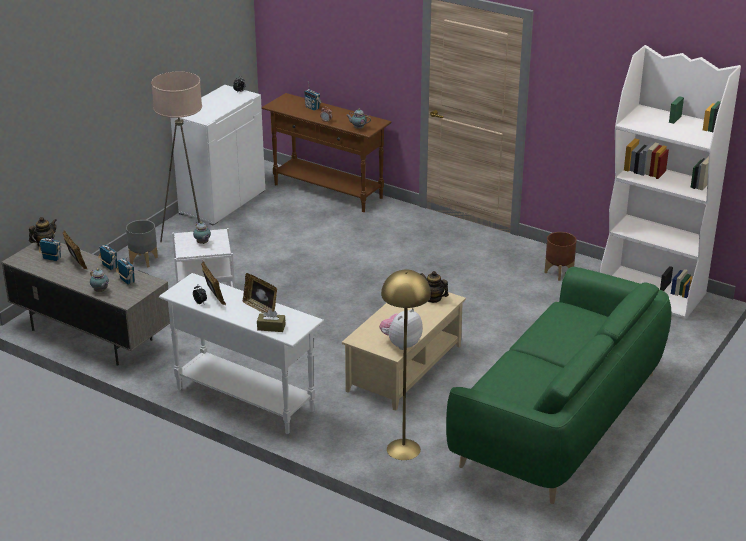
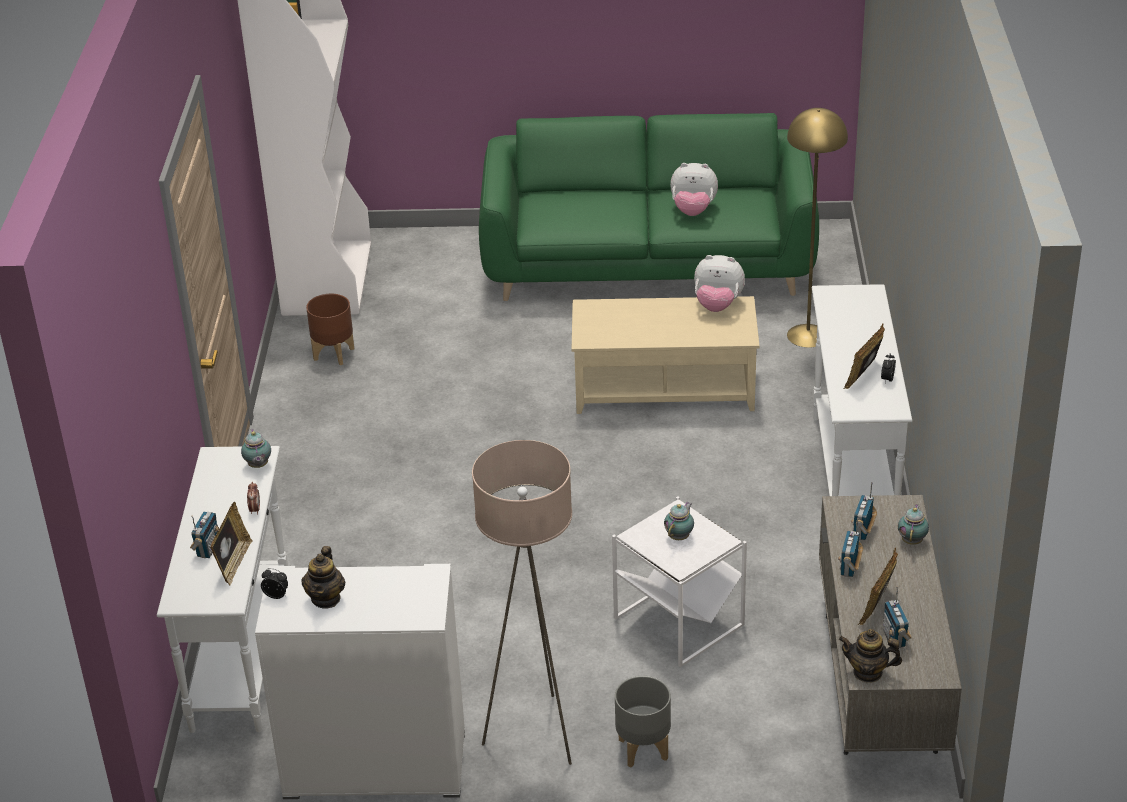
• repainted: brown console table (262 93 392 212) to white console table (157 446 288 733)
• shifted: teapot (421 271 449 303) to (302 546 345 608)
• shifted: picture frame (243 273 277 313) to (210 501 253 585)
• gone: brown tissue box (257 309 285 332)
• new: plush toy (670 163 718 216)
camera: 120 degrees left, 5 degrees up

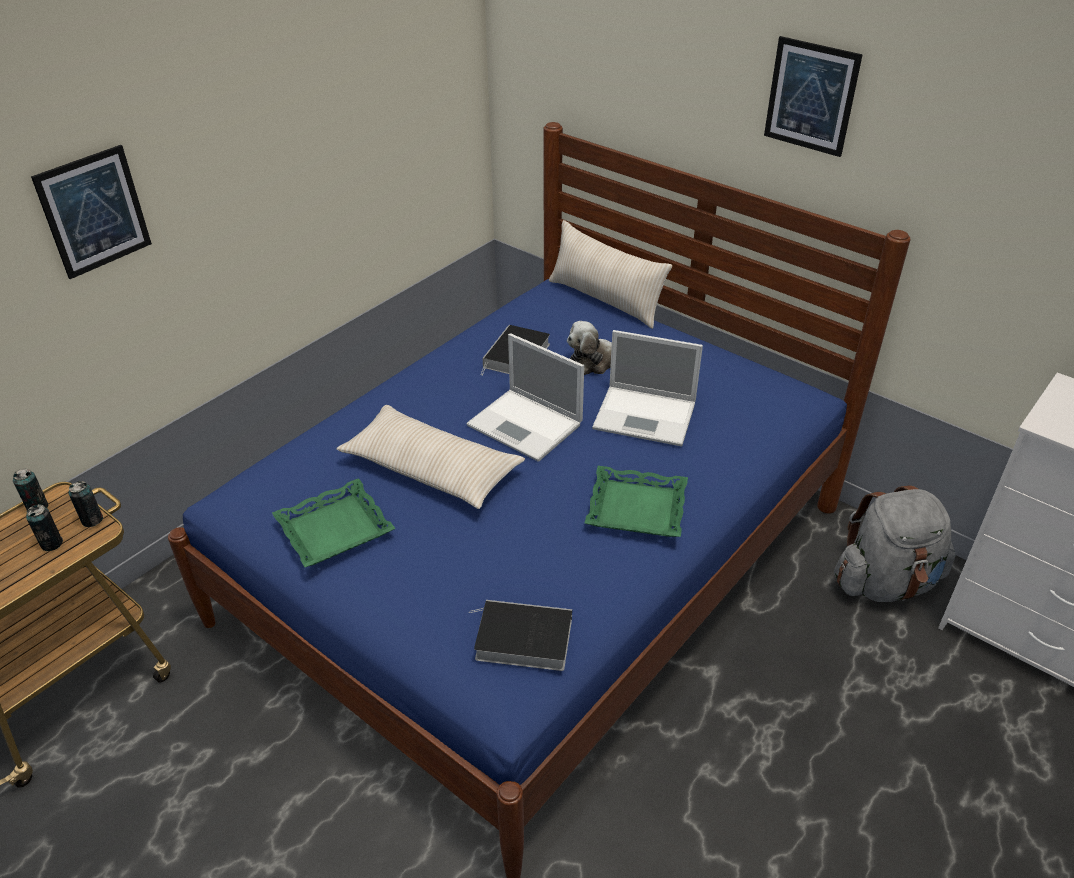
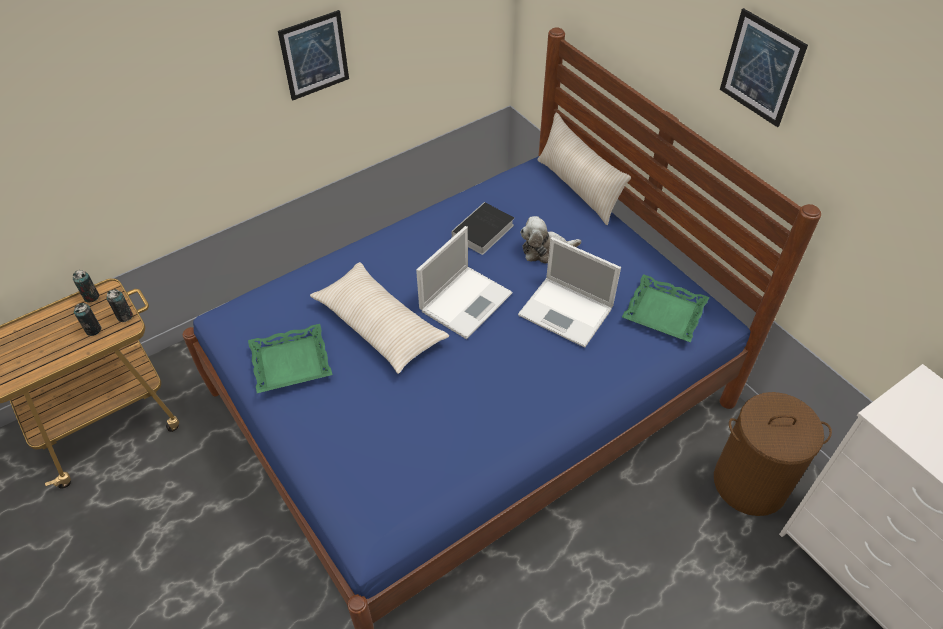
• shifted: picture (31 145 152 279) to (278 10 349 101)
• rotated: laptop (466 333 584 462) = (416 226 513 339) 105 degrees counterclockwise
• shifted: green tray (585 466 688 537) to (622 274 709 342)
• swapped: grey backpack (834 485 955 602) to brown laundry basket (714 392 832 516)
• gone: book (469 600 572 671)
camera: 15 degrees right, 10 degrees up

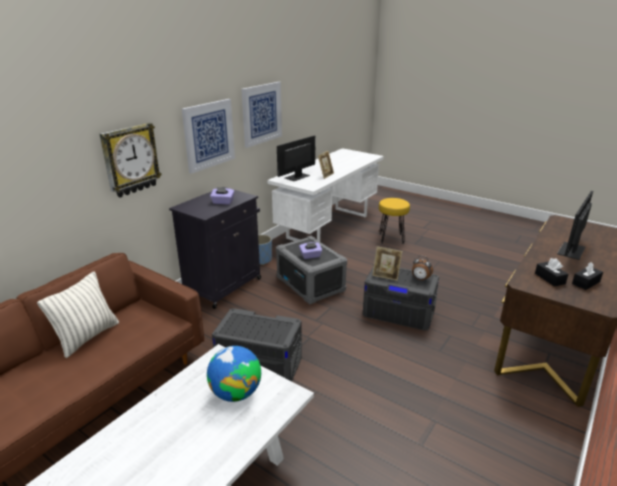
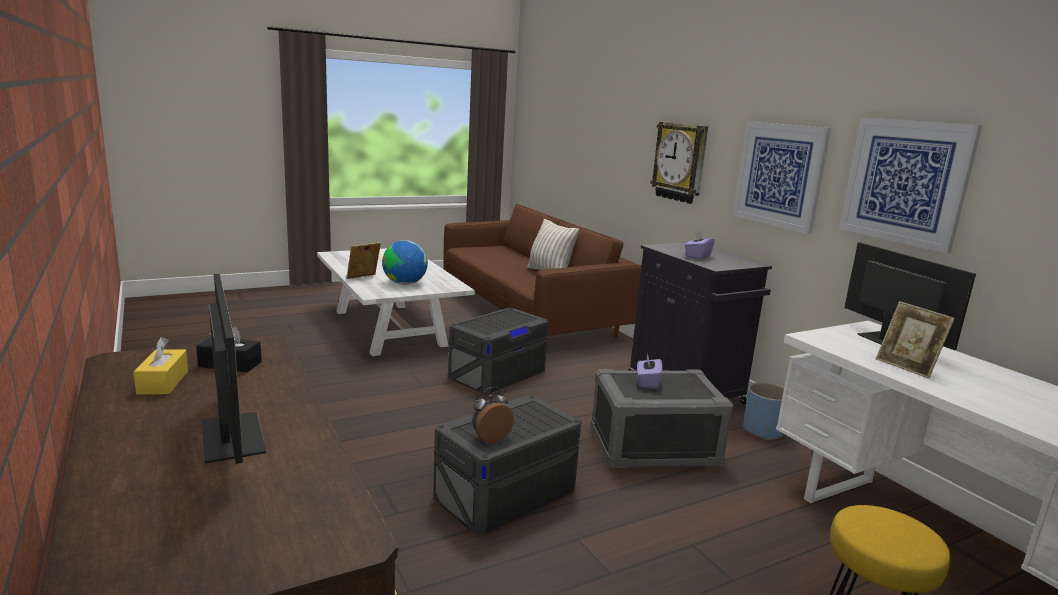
• shifted: picture frame (372 246 402 281) to (347 242 381 279)
• repainted: black tissue box (572 262 603 290) to yellow tissue box (133 337 188 395)
camera: 115 degrees right, 10 degrees down

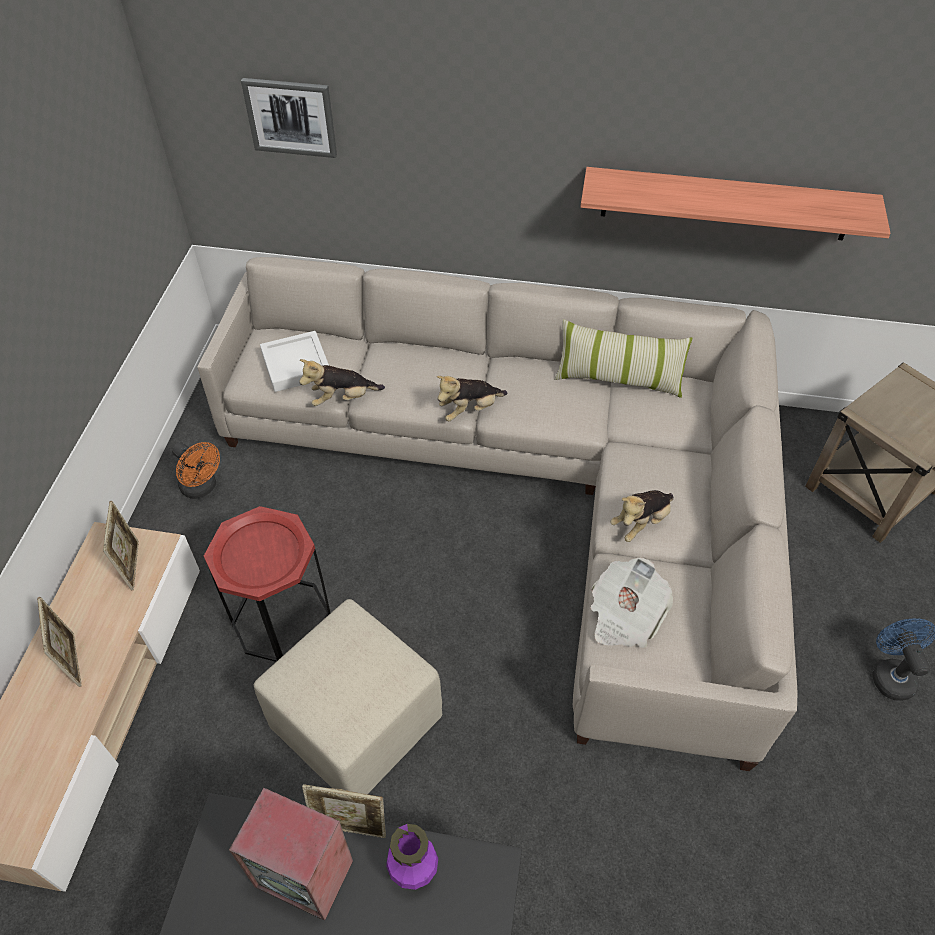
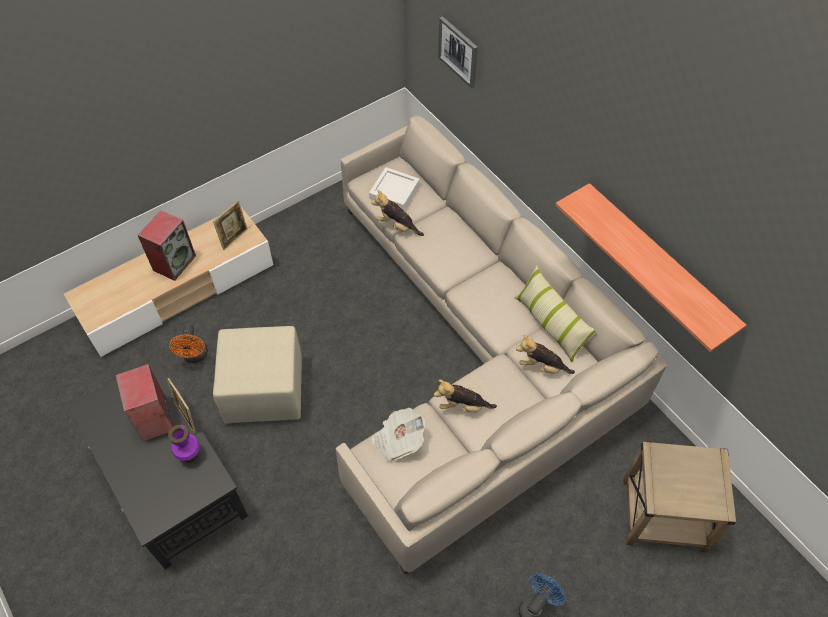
• shifted: plush toy (437 376 507 421) to (516 335 575 374)
• shifted: orange fan (172 442 220 499) to (169 324 208 363)
• gone: red side table (204 506 330 662)
• swapped: picture frame (37 597 82 687) to speaker (138 210 196 281)
camera: 45 degrees right, 5 degrees up

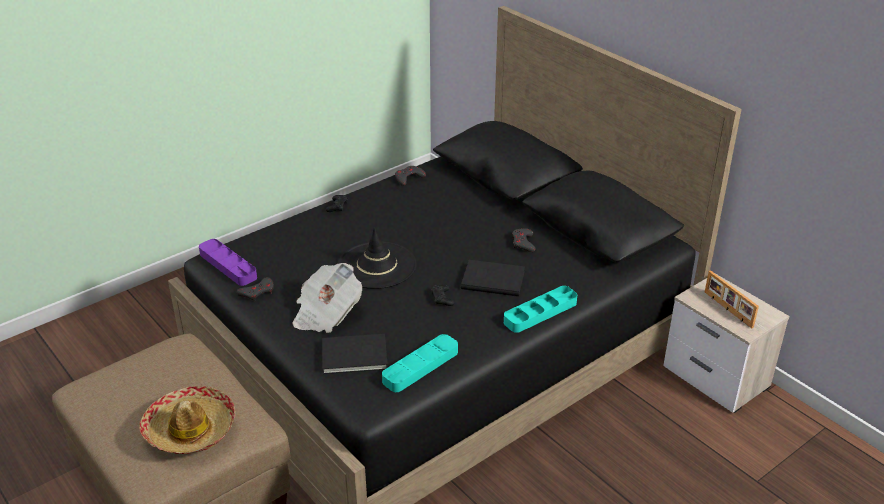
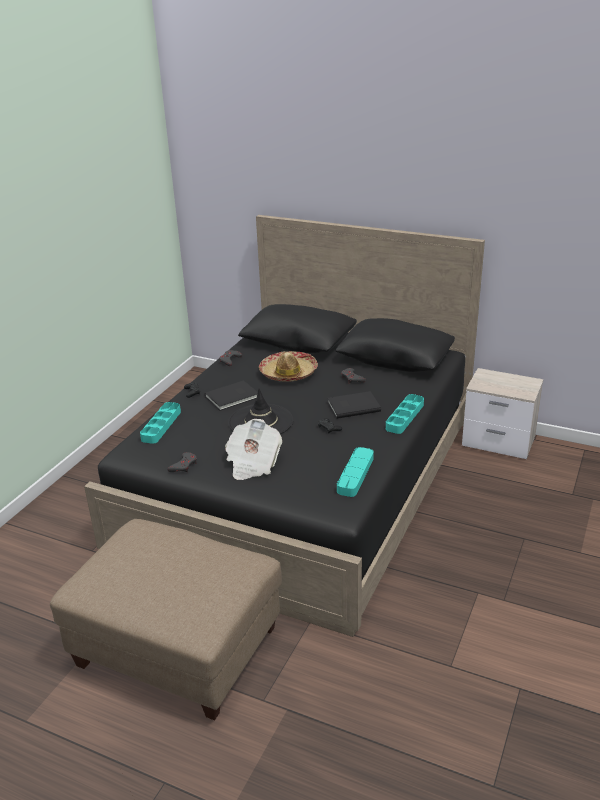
• gone: purple tray (199 239 257 286)
• gone: picture frame (705 270 759 328)
• shifted: black book (322 334 388 374) to (205 380 258 411)
• shifted: hat (139 386 236 454) to (259 351 318 382)
• new: turquoise tray (140 402 181 444)
camera: 25 degrees left, 5 degrees down

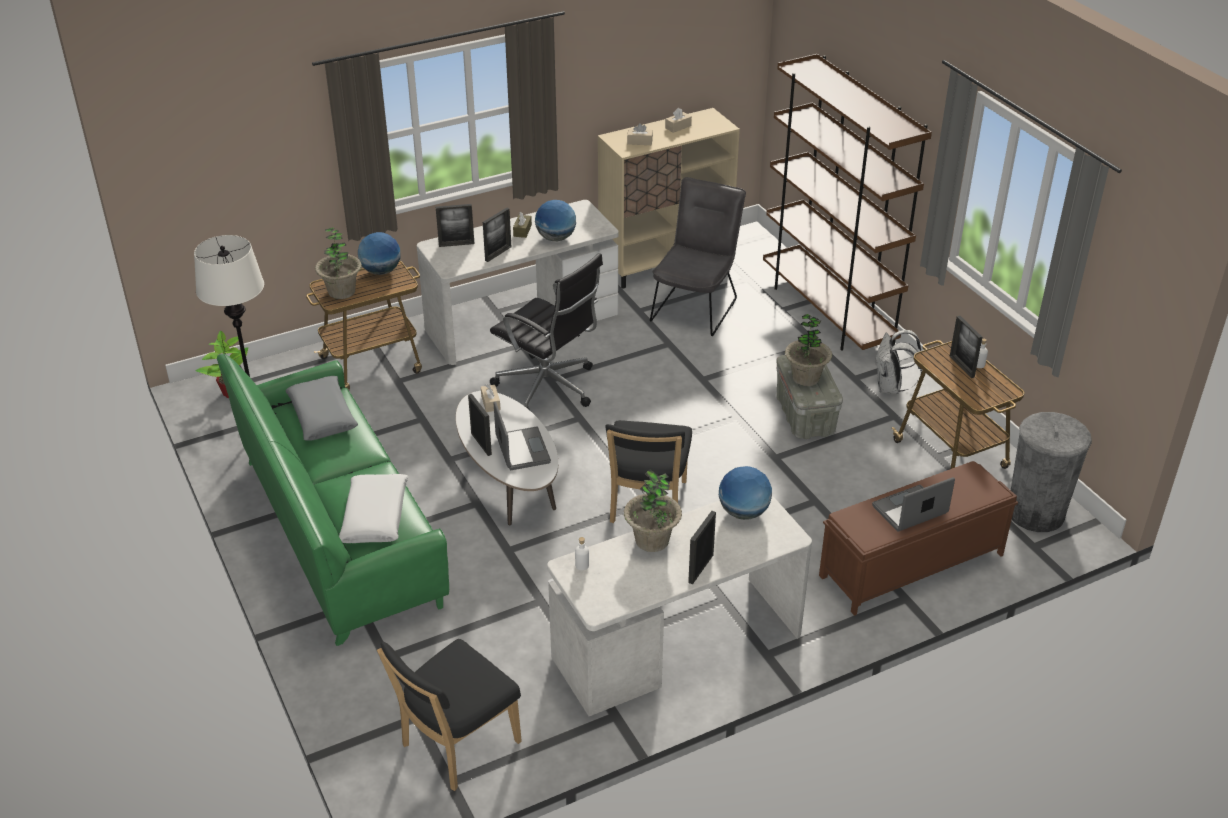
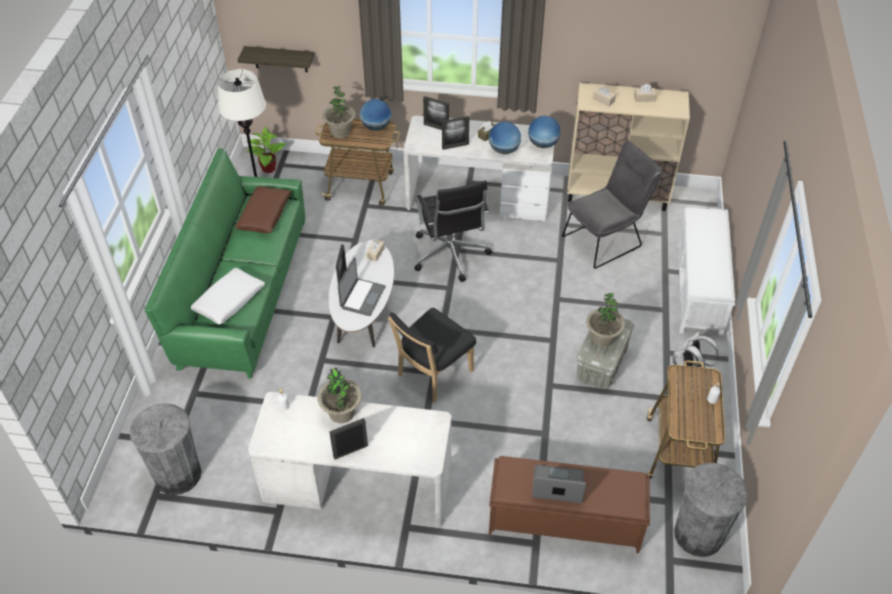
• swapped: brown bookcase (763 54 932 351) to white bench (677 207 735 338)
• gone: picture frame (949 316 982 378)
• repainted: grey pillow (285 376 358 441) to brown pillow (235 186 291 233)
• shifted: globe (719 466 772 520) to (528 116 560 148)
• swapped: black chair (377 639 522 791) to grey trash can (130 403 202 495)
• new: shelf (238 46 314 72)
camera: 35 degrees right, 10 degrees up

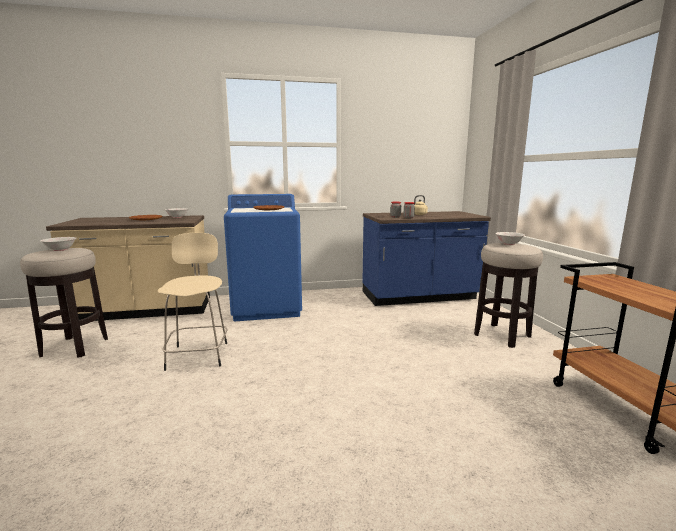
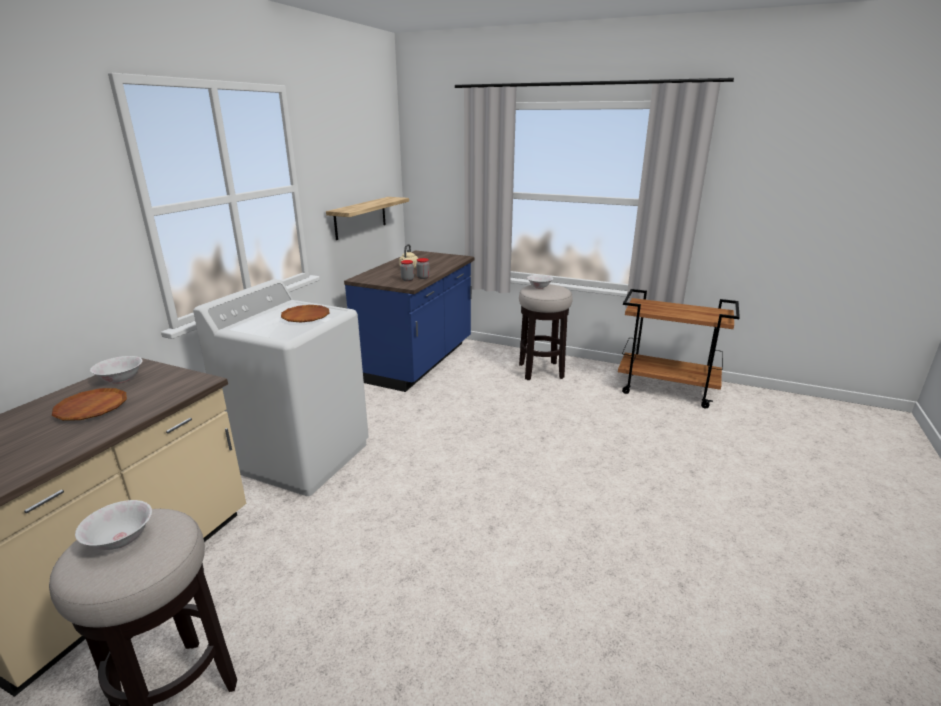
• repainted: blue washing machine (224 194 302 321) to white washing machine (193 279 369 496)
• gone: beige stool (158 233 228 371)
• new: shelf (326 197 409 240)
camera: 55 degrees left, 10 degrees up

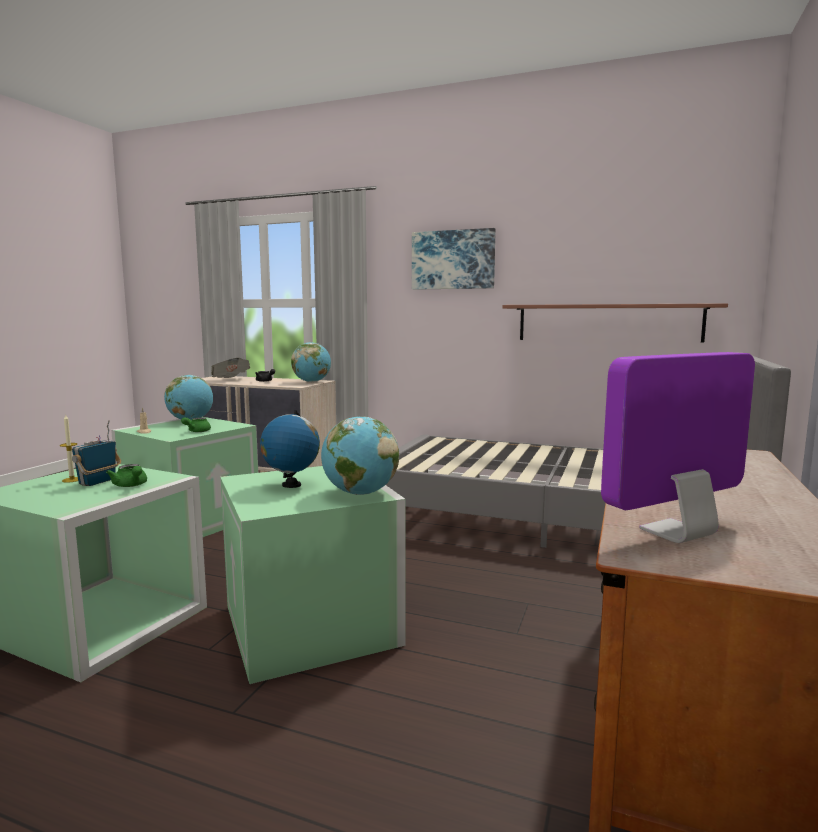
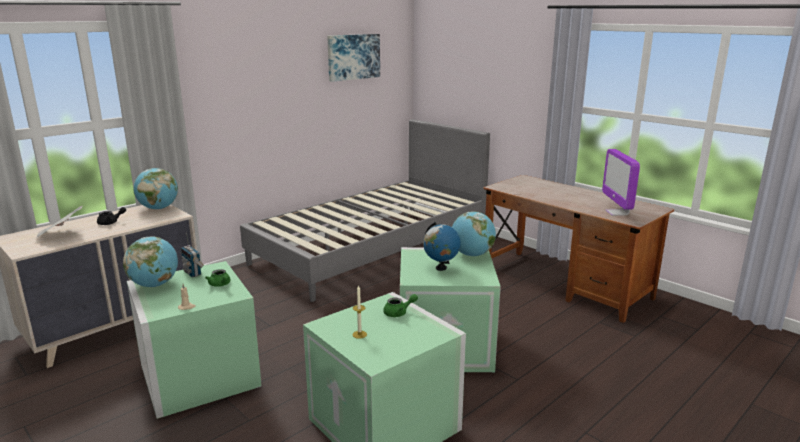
• shifted: picture (412 228 495 290) to (327 34 380 82)
• gone: shelf (503 303 728 343)
• shifted: radio (72 420 121 486) to (180 233 204 277)
camera: 65 degrees left, 10 degrees up

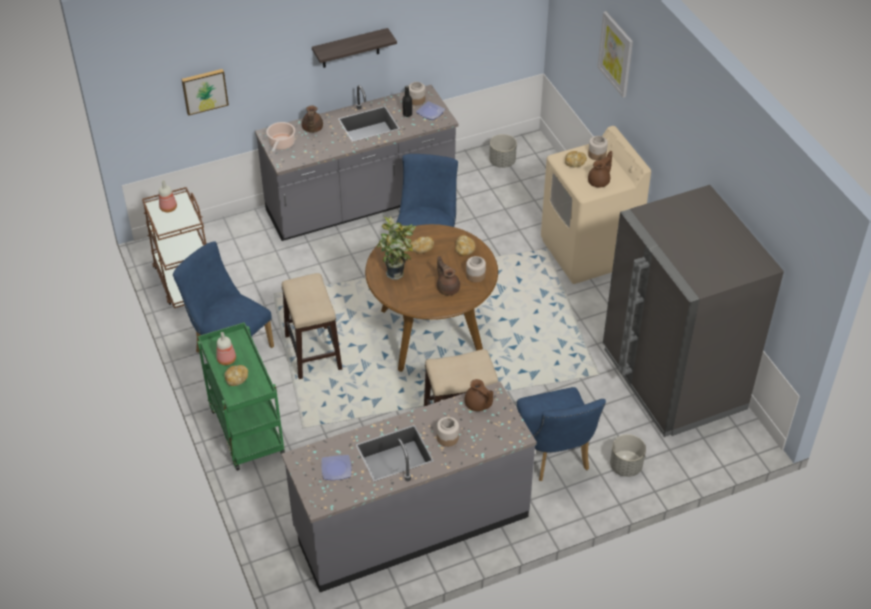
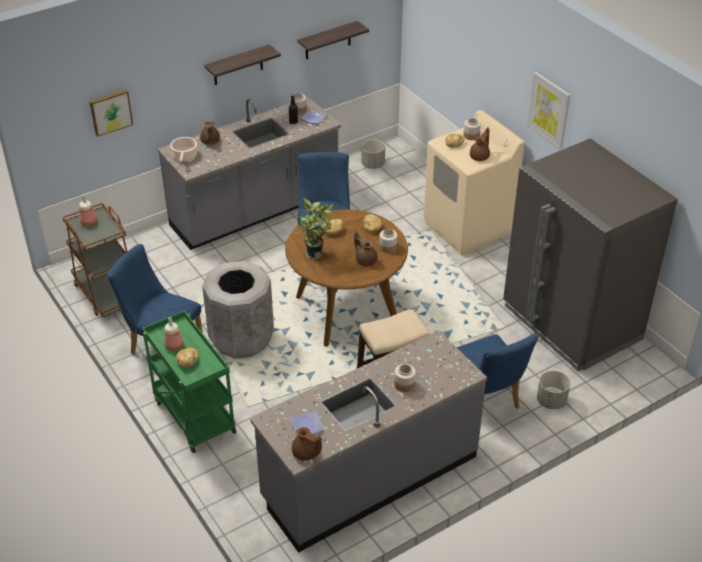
• shifted: picture (597 11 633 98) to (527 72 570 150)
• swapped: stool (282 273 342 379) to grey trash can (202 261 274 359)
• shifted: brown teapot (464 379 493 411) to (292 427 322 461)
• new: shelf (297 21 369 59)
camera: 10 degrees left, 5 degrees down

